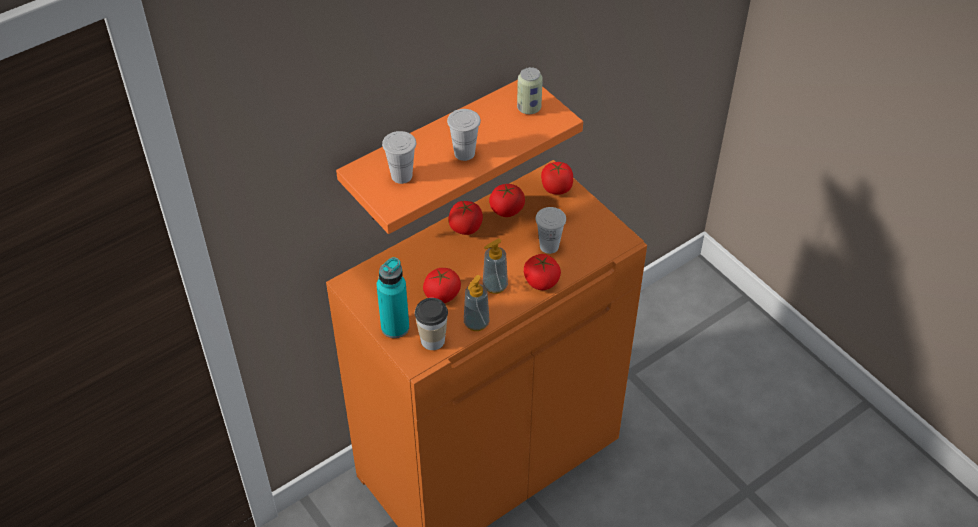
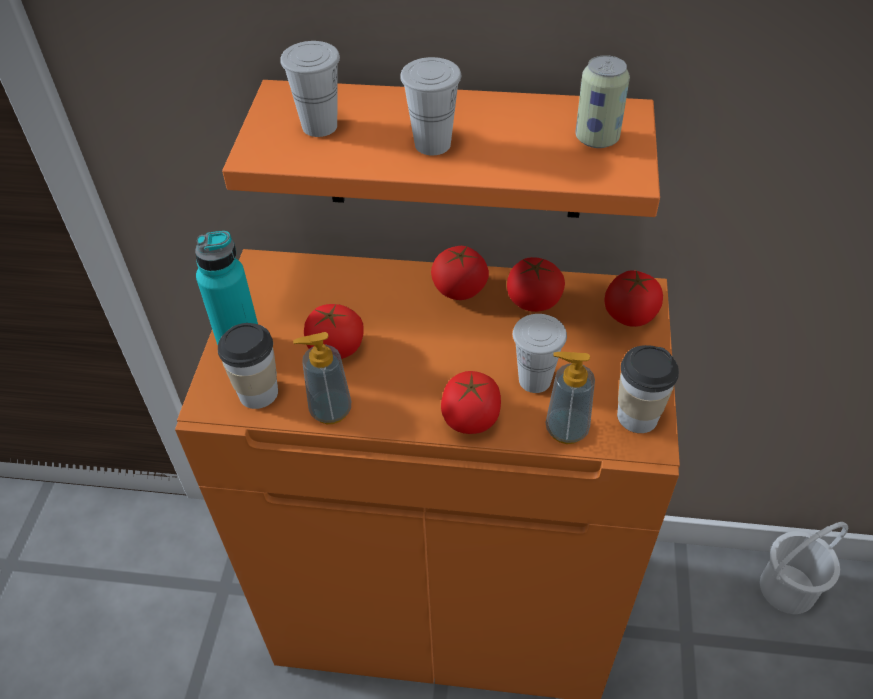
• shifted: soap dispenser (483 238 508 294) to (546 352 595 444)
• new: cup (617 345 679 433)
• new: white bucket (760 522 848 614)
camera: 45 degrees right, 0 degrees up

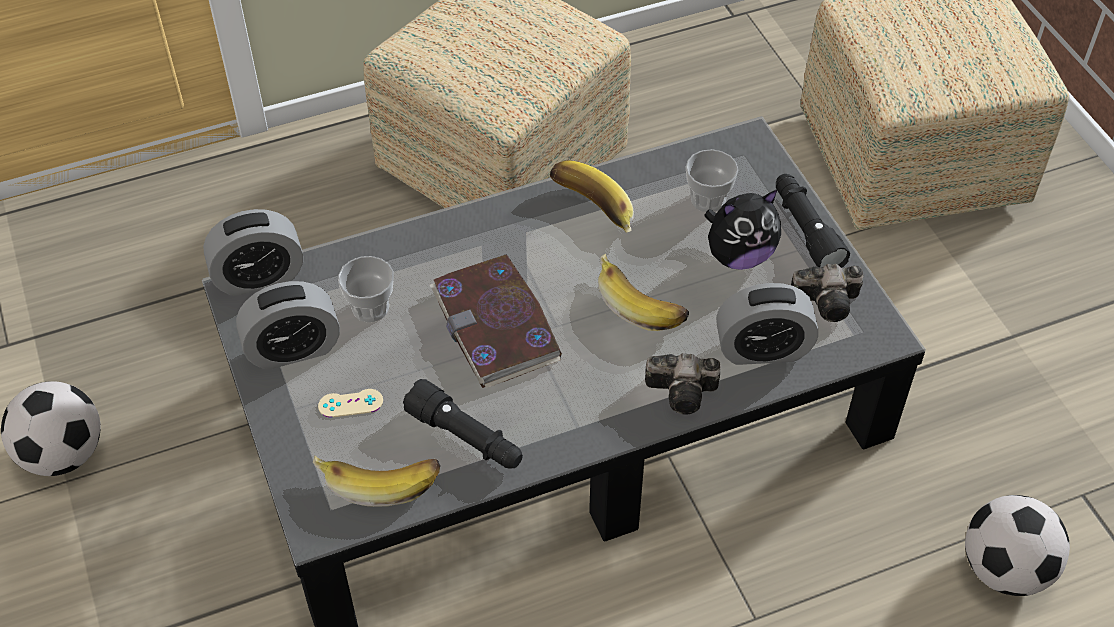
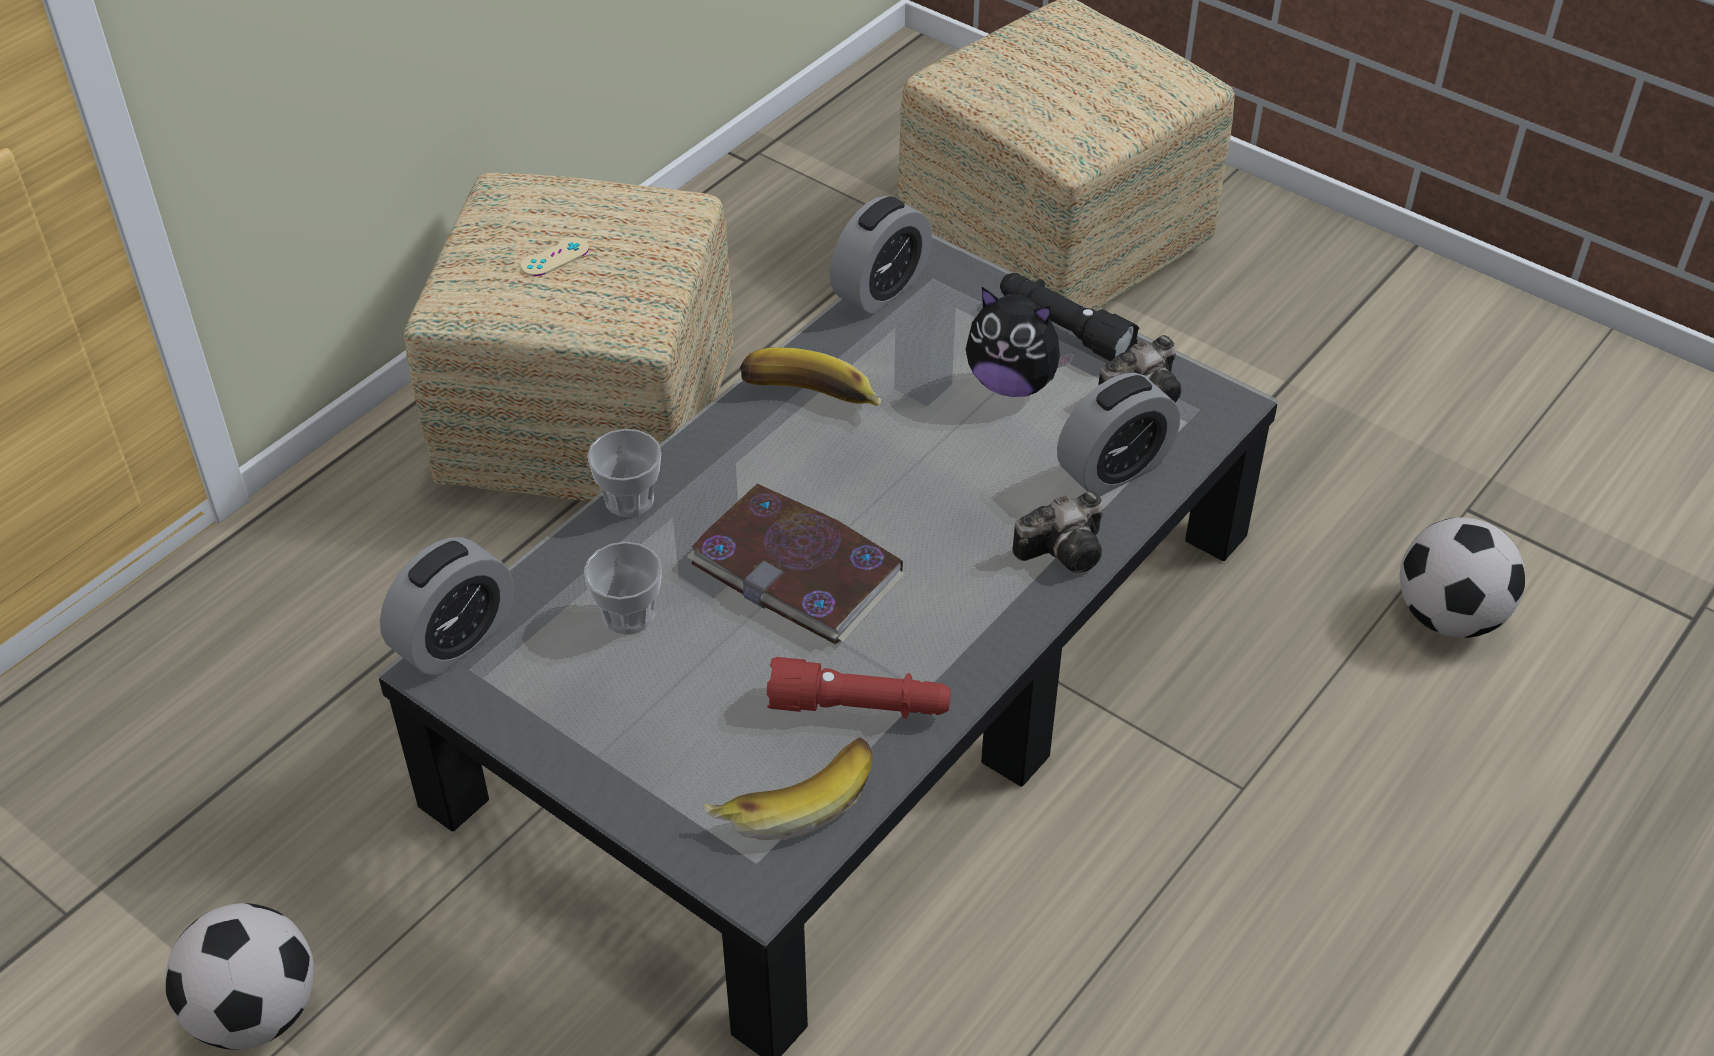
• shifted: cup (686 149 739 212) to (587 429 661 517)
• rotated: plush toy (704 189 781 270) = (966 287 1075 397) 75 degrees clockwise
• gone: banana (598 253 689 331)
• shifted: alarm clock (236 281 340 370) to (829 196 932 315)
• repainted: black flashlight (403 379 523 469) to red flashlight (767 657 951 718)
• shifted: beige game controller (318 389 383 418) to (521 237 589 276)
camera: 30 degrees left, 5 degrees down

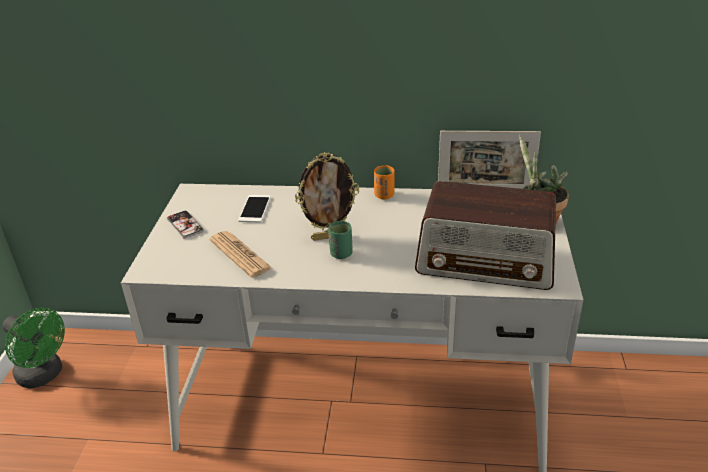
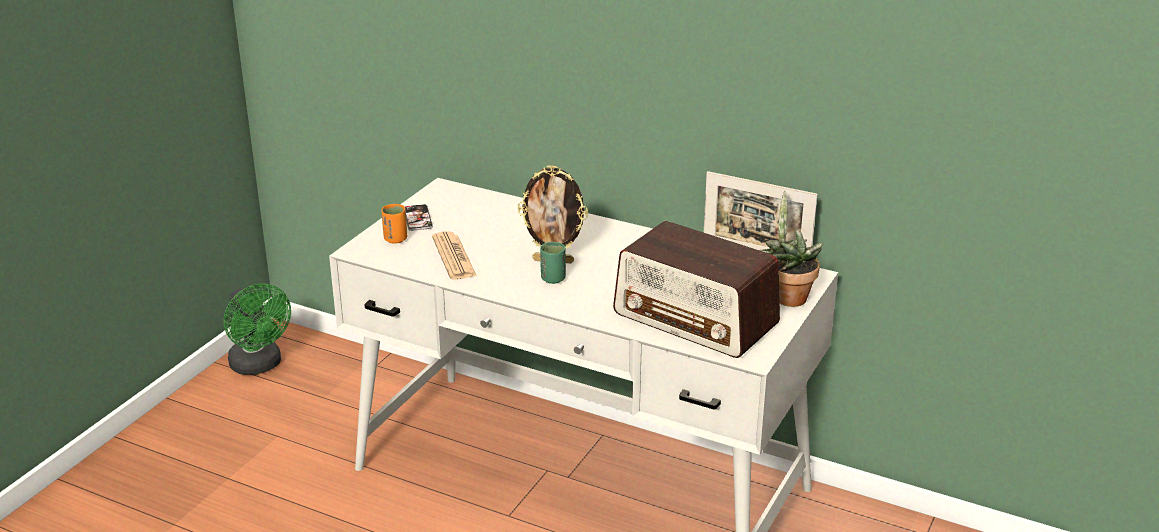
• shifted: orange cup (374 165 395 200) to (381 204 407 244)
• gone: phone (238 195 271 222)
camera: 20 degrees right, 5 degrees down

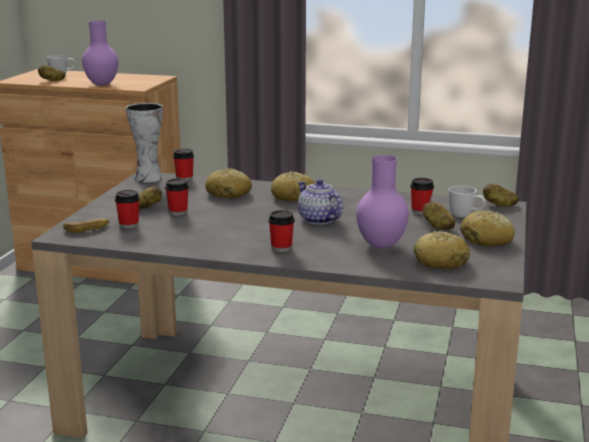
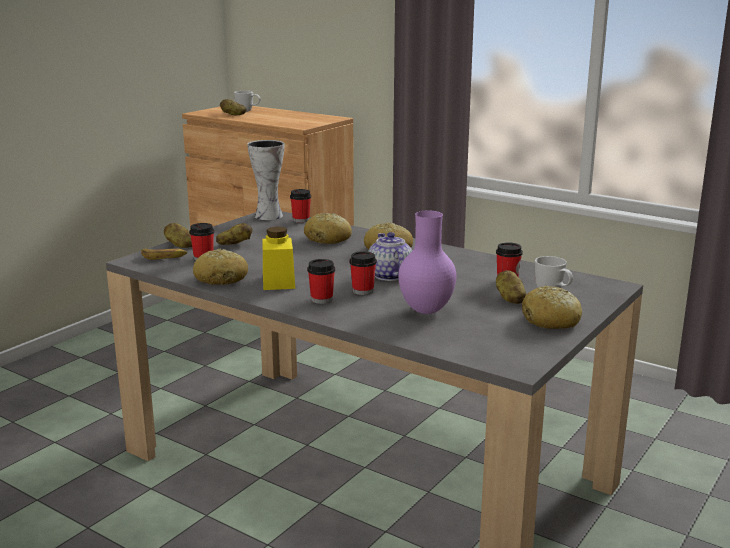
• gone: purple vase (82 21 118 86)
• shifted: cup (165 178 189 216) to (349 251 377 295)
• shifted: potato (483 184 519 207) to (164 223 192 248)
• shifted: bread (414 231 470 269) to (193 249 248 285)
• new: yellow jar (263 226 295 290)
camera: 20 degrees right, 0 degrees up

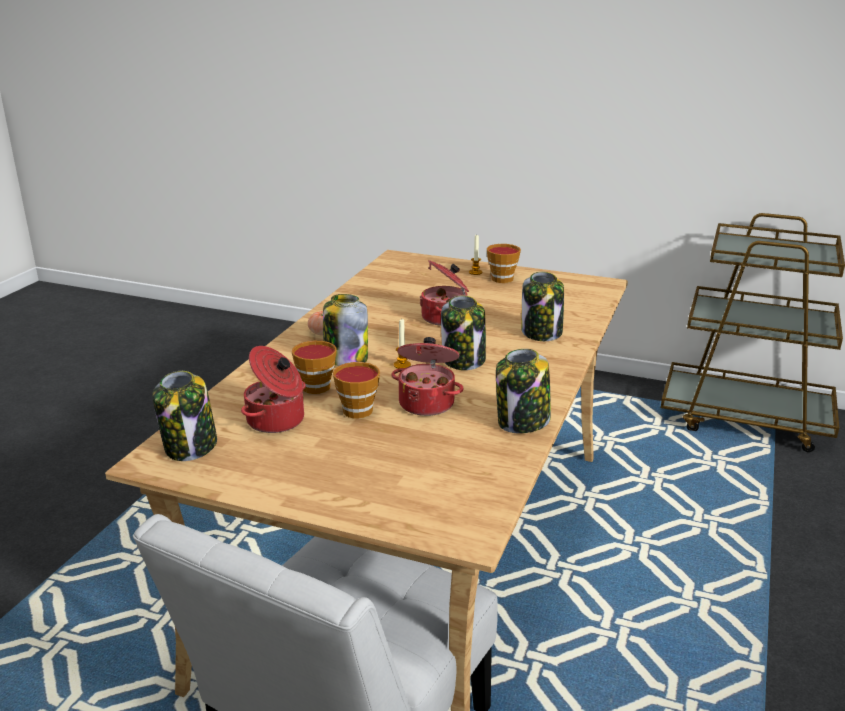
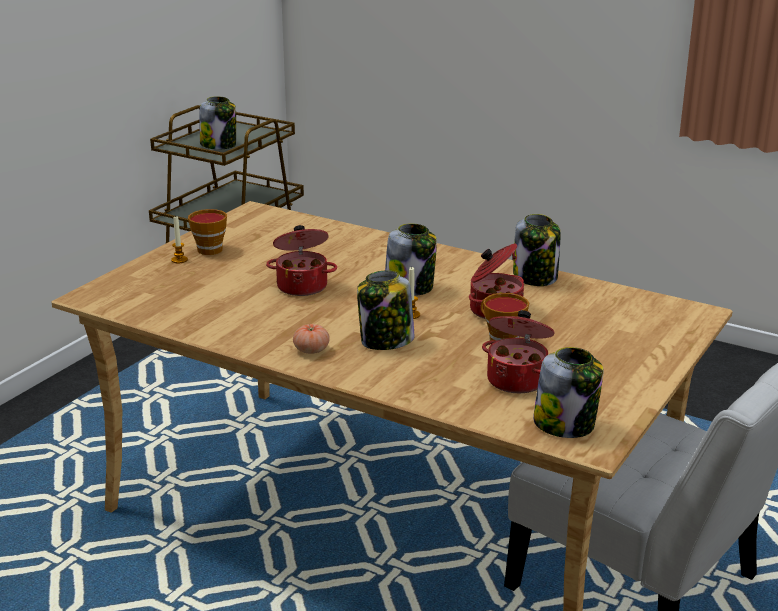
• shifted: jar (521 272 564 341) to (199 96 236 149)
• gone: cup (292 340 337 394)
camera: 80 degrees left, 0 degrees up

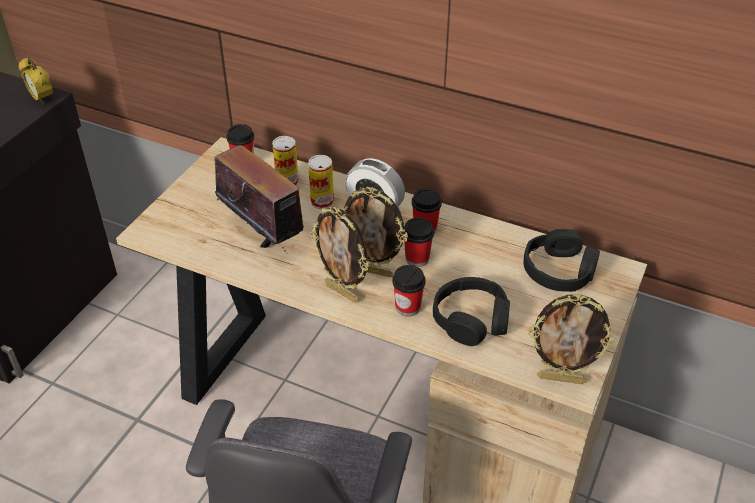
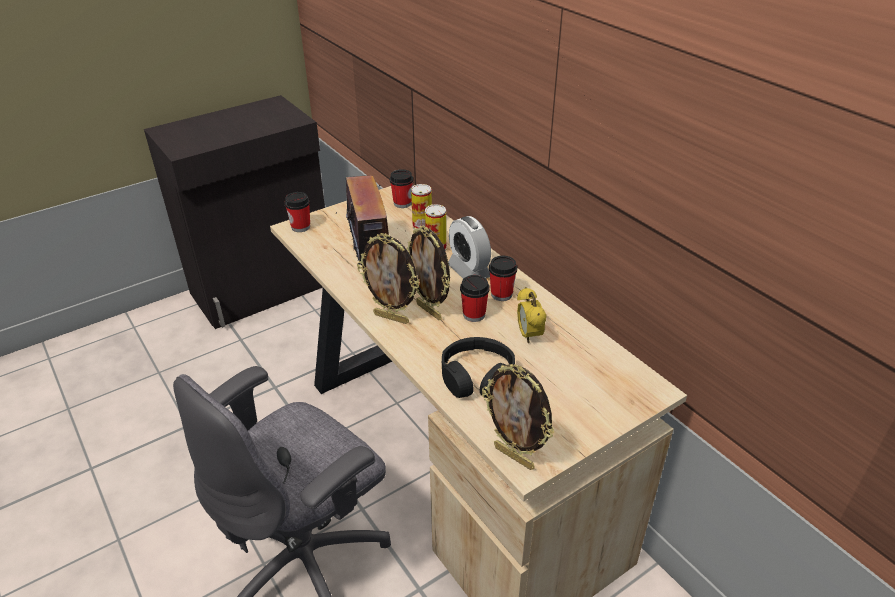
• shifted: alarm clock (19 58 53 105) to (517 287 546 343)
• rotated: picture frame (310 207 369 303) = (357 233 420 324) 45 degrees counterclockwise
• gone: black headphones (523 229 600 292)
• shifted: cup (392 265 426 317) to (284 192 310 232)
camera: 30 degrees right, 5 degrees down

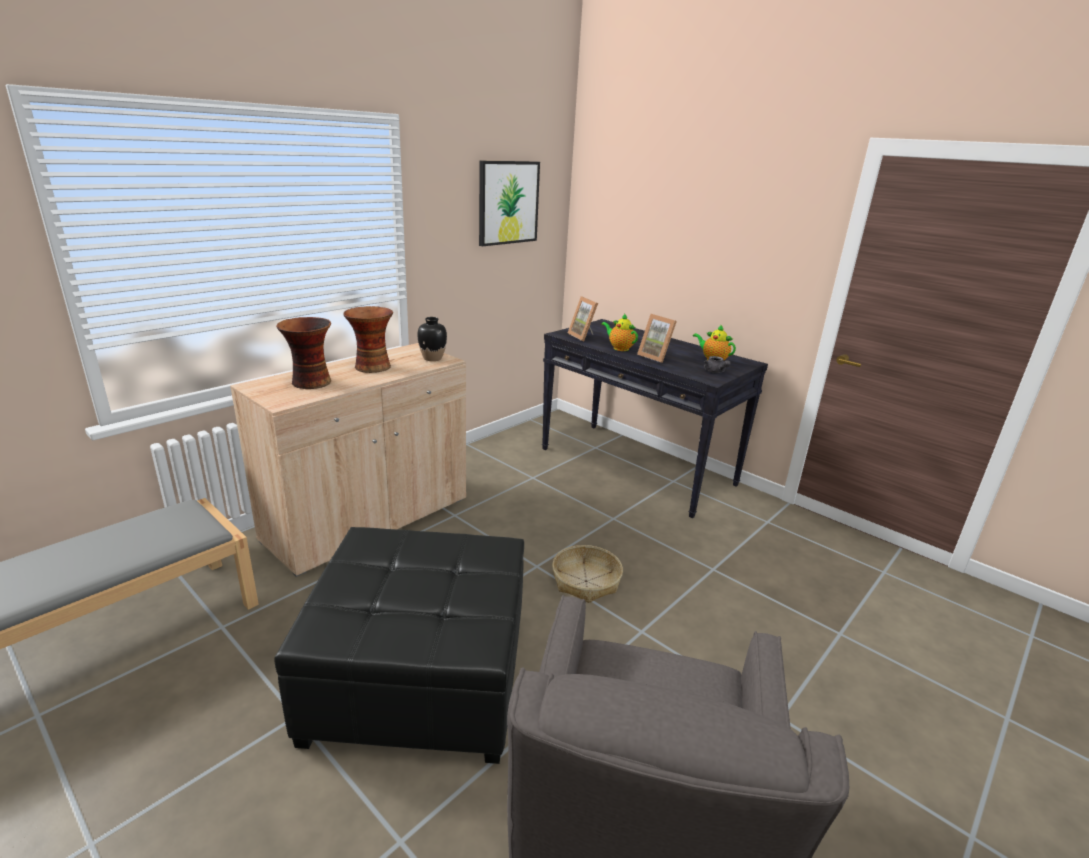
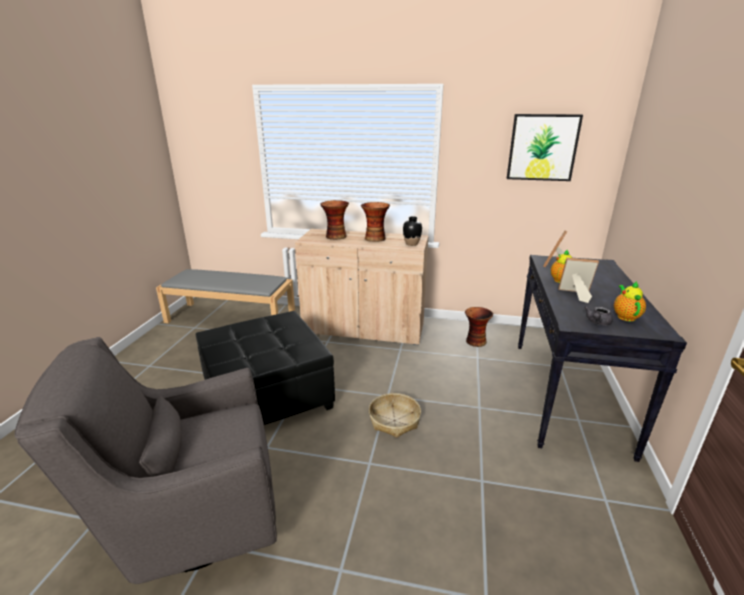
• rotated: picture frame (637 314 677 363) = (558 258 599 303) 90 degrees clockwise
• new: vase (465 307 493 347)
camera: 60 degrees right, 0 degrees up

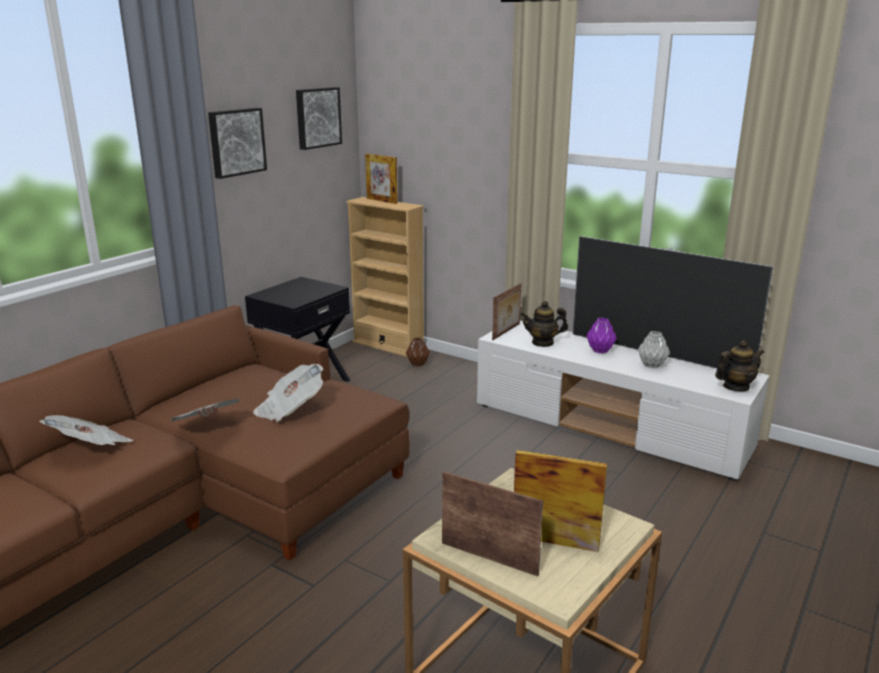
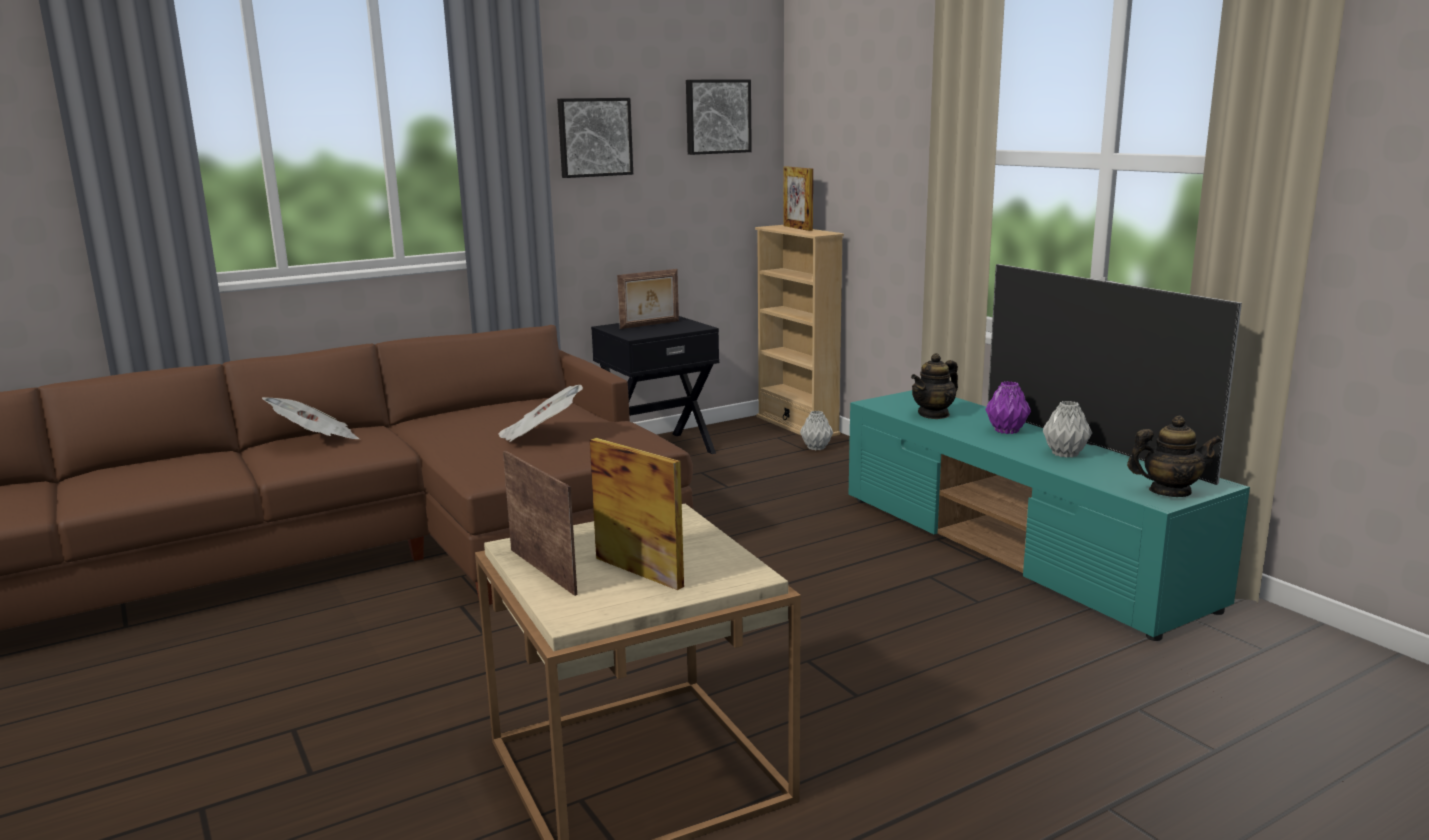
• shifted: picture frame (492 283 521 340) to (617 269 679 329)
• rotated: teapot (521 301 568 347) = (911 353 958 419) 60 degrees counterclockwise
• repainted: white tv stand (477 320 770 481) to turquoise tv stand (849 390 1250 641)
• repainted: brown vase (406 337 430 367) to grey vase (800 411 833 450)
• gone: newspaper (170 399 240 421)
camera: 25 degrees right, 5 degrees down

